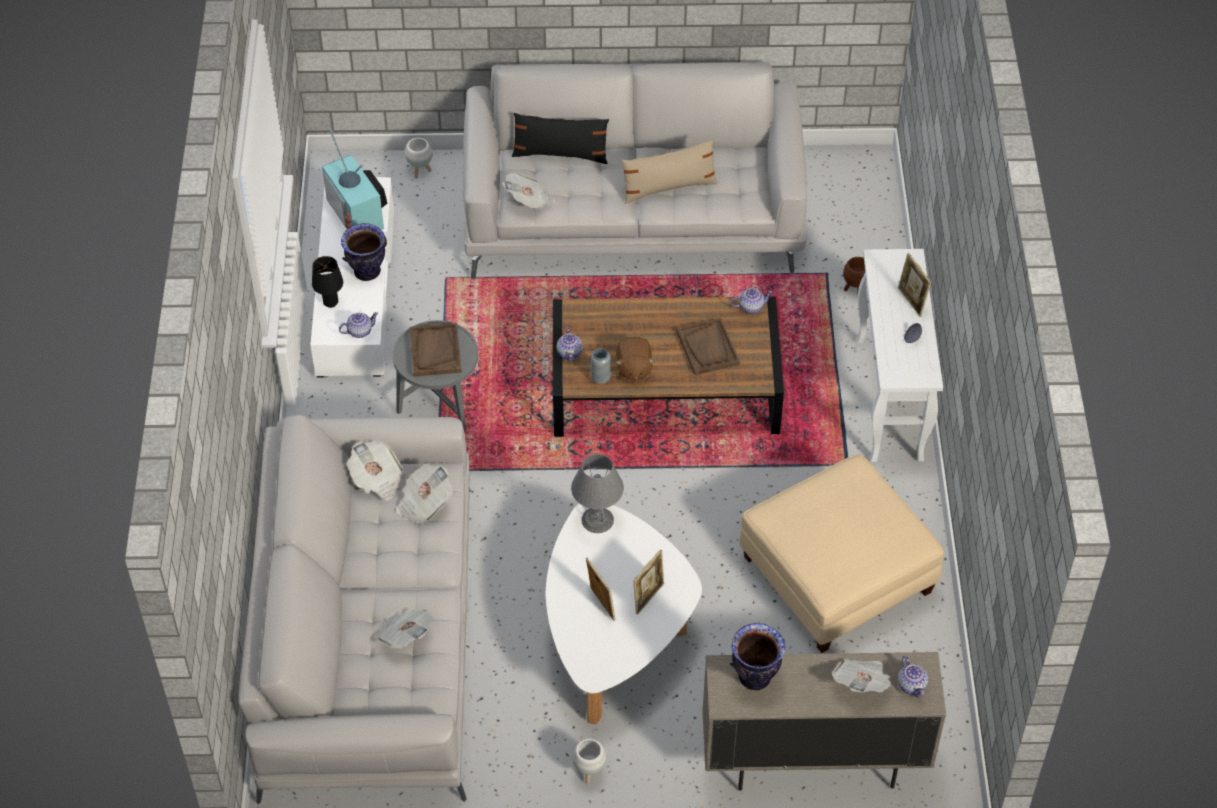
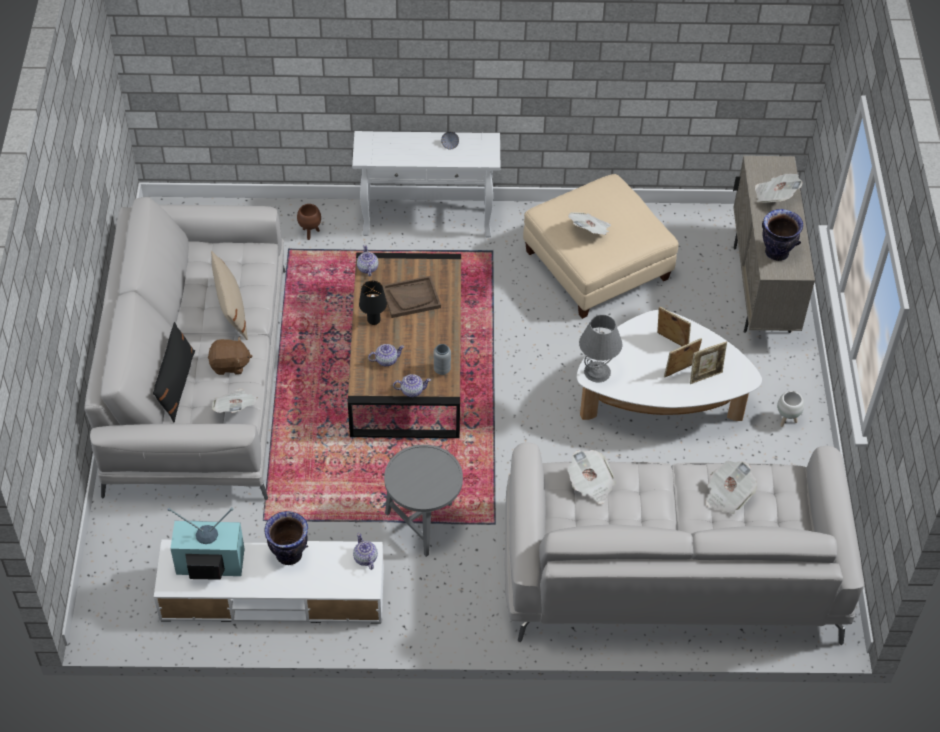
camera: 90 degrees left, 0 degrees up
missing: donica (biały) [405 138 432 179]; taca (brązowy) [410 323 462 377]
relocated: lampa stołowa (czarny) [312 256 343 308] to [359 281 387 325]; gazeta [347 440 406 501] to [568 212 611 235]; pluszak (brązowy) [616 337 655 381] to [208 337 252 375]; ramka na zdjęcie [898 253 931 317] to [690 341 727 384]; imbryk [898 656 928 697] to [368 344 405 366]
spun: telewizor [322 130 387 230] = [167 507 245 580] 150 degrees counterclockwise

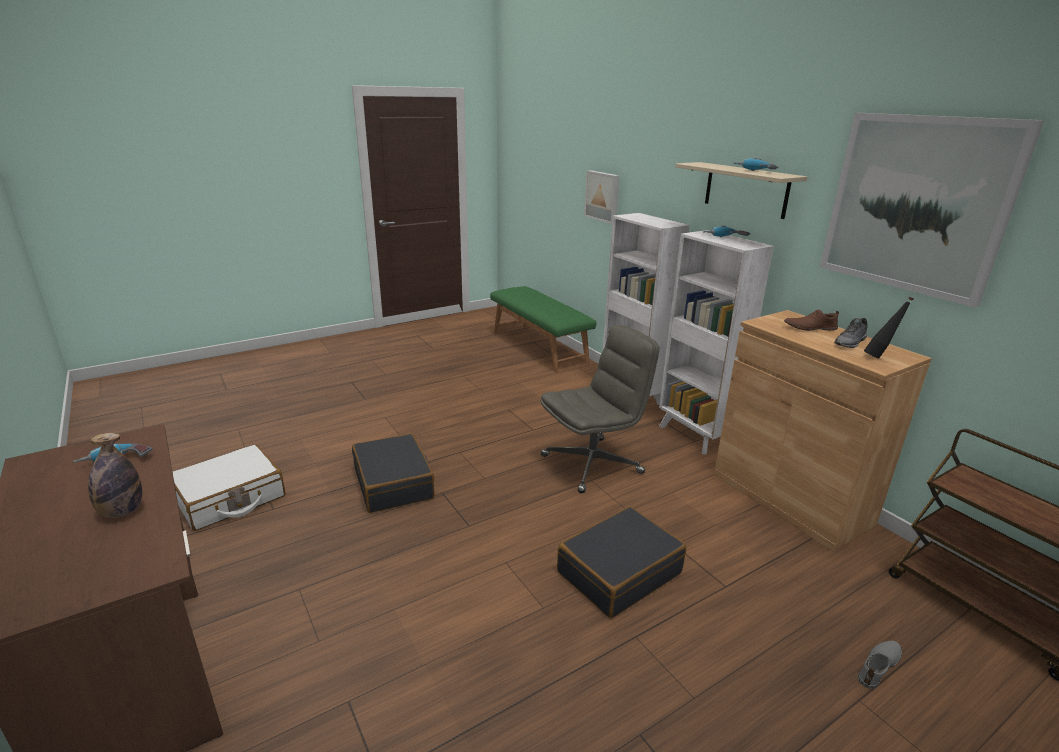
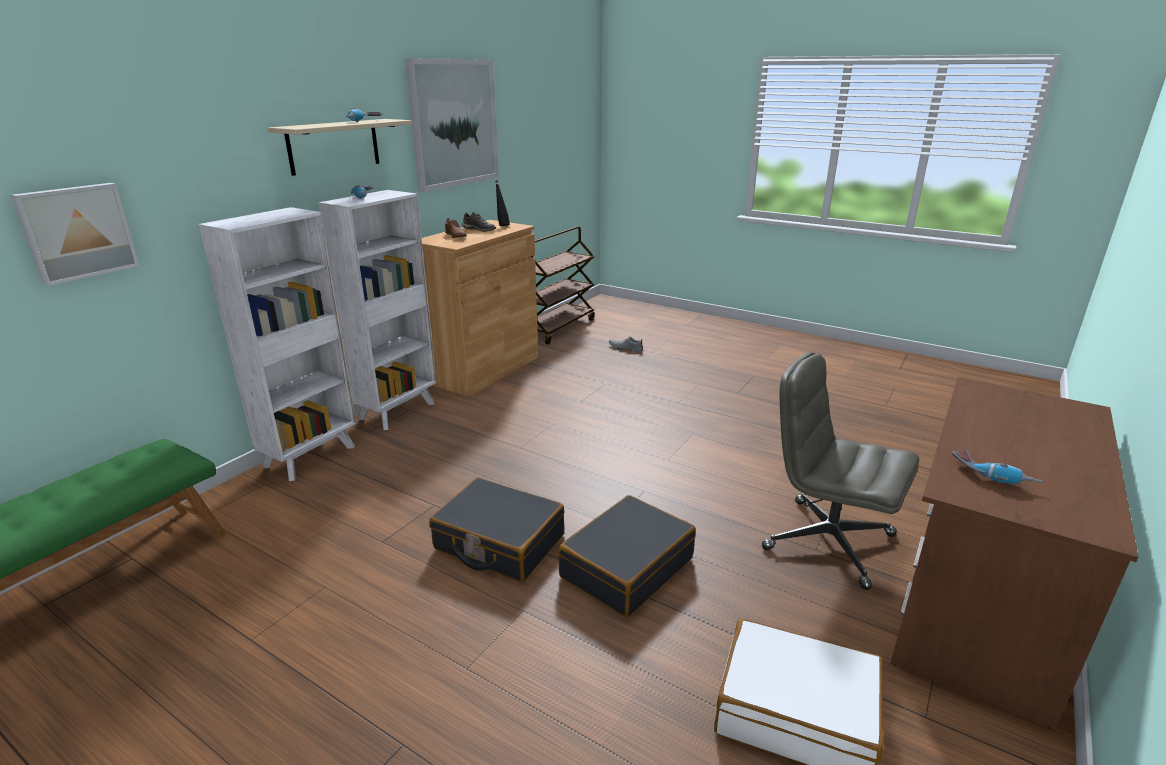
camera: 115 degrees left, 0 degrees up
missing: butelka [88 433 142 518]
relocated: krzesło biurowe (szary) [540 325 659 493] to [762 352 919 590]; walizka (czarny) [557 507 686 618] to [429 477 564 582]

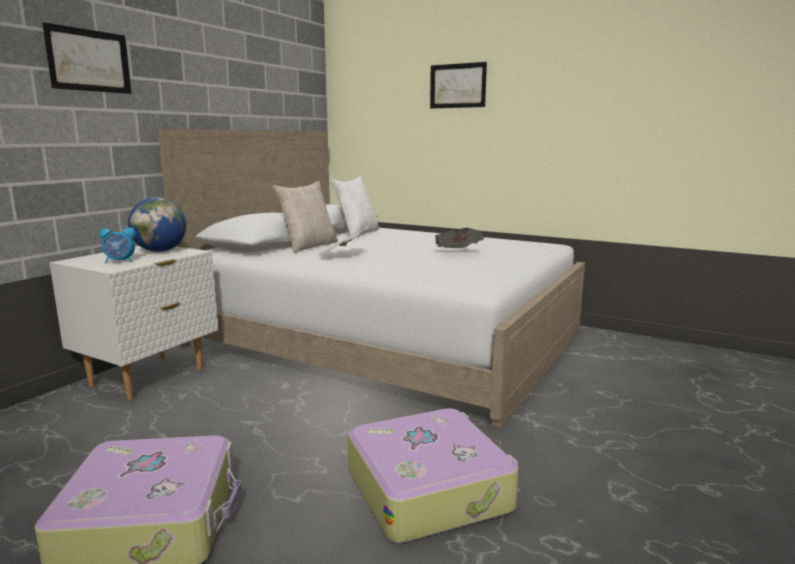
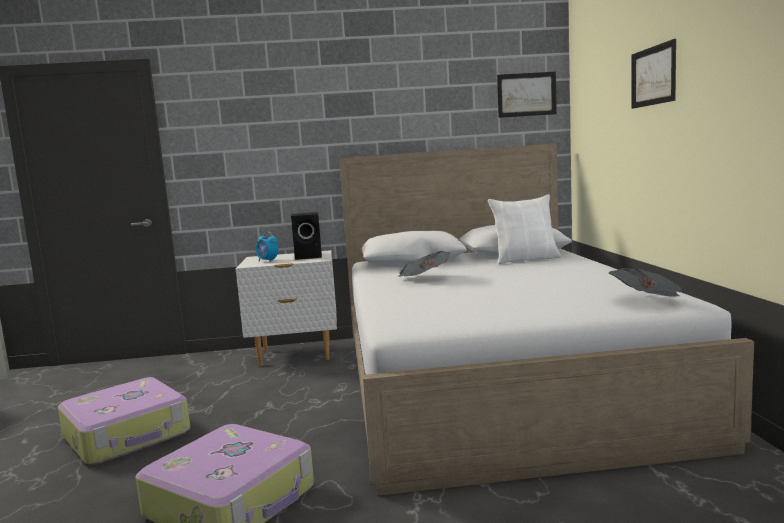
camera: 55 degrees right, 5 degrees down
missing: poduszka (beżowy) [273 181 338 253]
relocated: obraz [42 22 131 94] to [497 72 557 118]; gazeta [435 228 484 248] to [609 268 683 297]
exchanged: globus [128 197 187 252] to głośnik (czarny) [291 212 322 260]

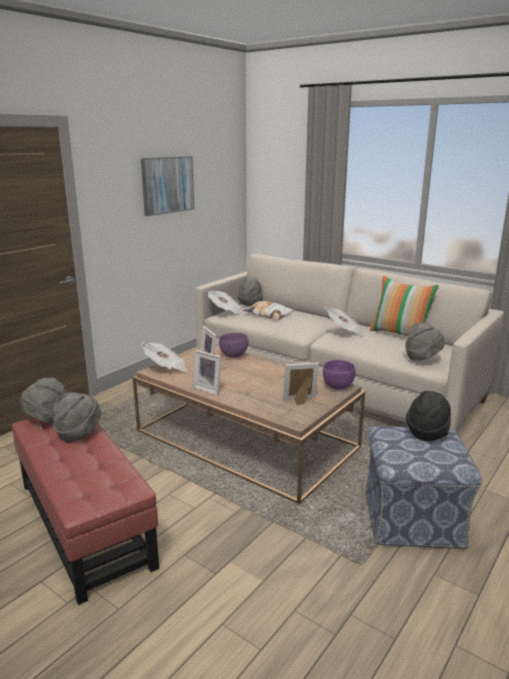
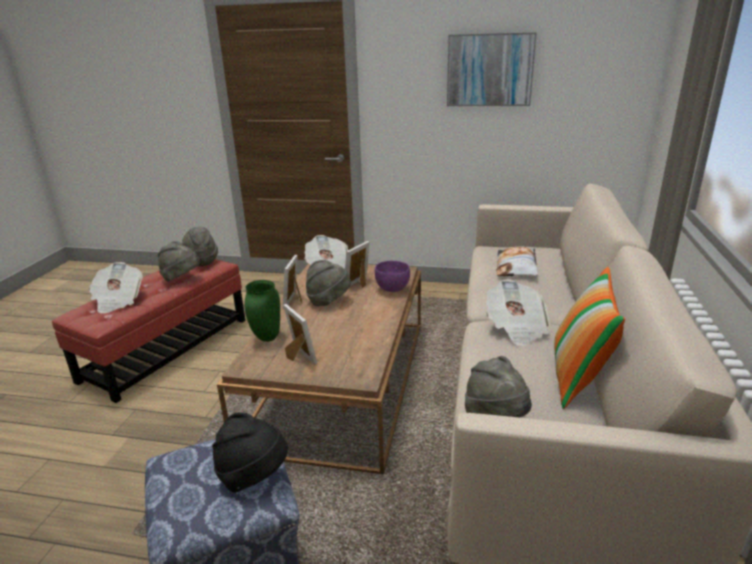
camera: 65 degrees right, 5 degrees up
missing: miska (fioletowy) [323 360 356 390]
appeared: wazon (zielony) [244 280 280 342]
relocated: gazeta [208 291 241 314] to [89 262 143 314]; kapelusz (szary) [237 277 263 306] to [306 260 351 306]

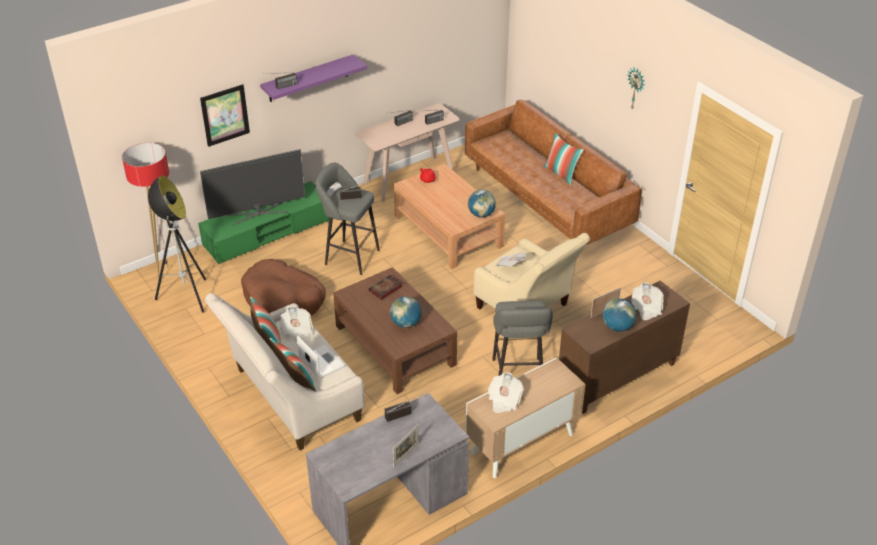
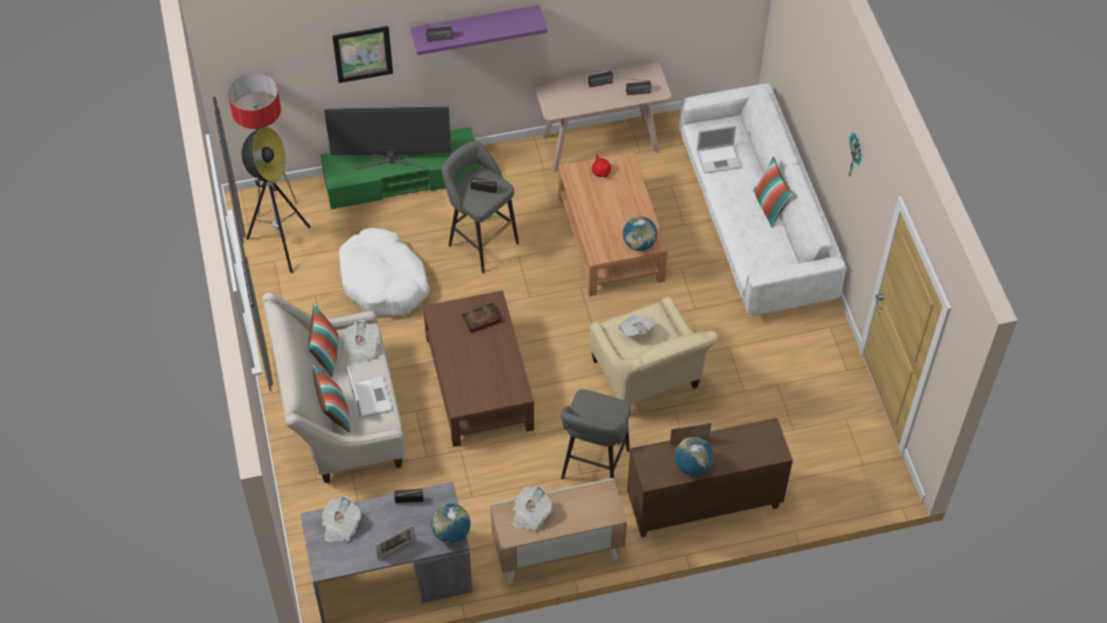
camera: 20 degrees right, 15 degrees up
appeared: laptop [697 125 741 174]
relocated: globus [390 296 422 328] to [431 504 471 543]; gazeta [631 282 664 320] to [322 496 361 542]
colour: legowisko (brązowy) [241 259 326 316] to legowisko (biały) [339 228 430 316]; kanapa (brązowy) [465 100 642 245] to kanapa (biały) [679 83 847 316]

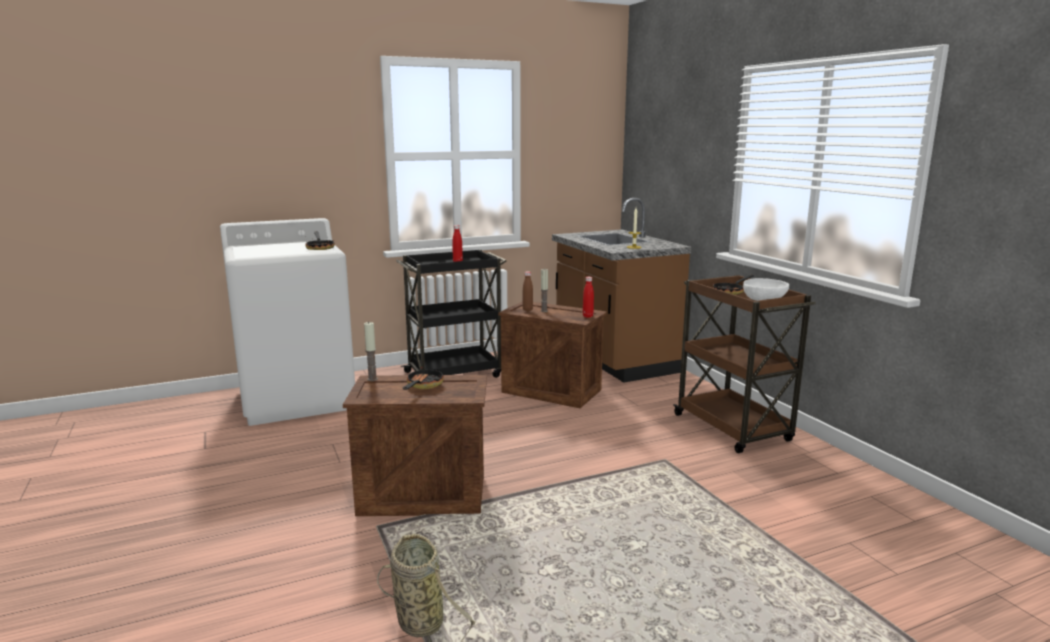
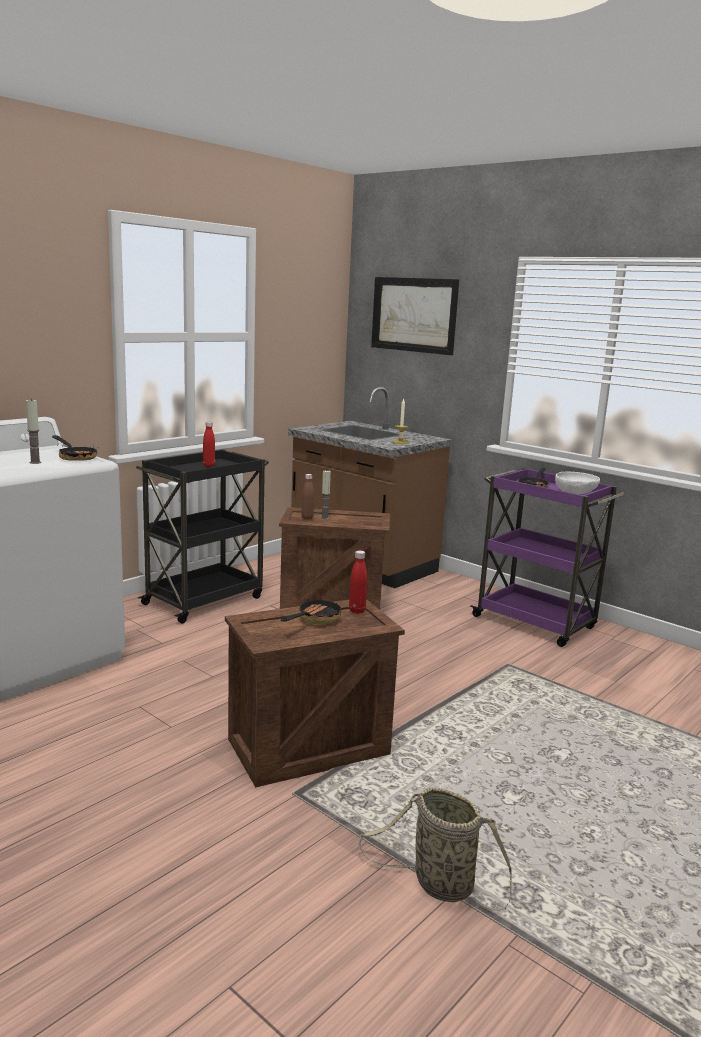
camera: 25 degrees left, 0 degrees up
appeared: obraz [371 277 459 355]
relocated: świeca [364 322 378 381] to [26 399 41 464]; butelka (czerwony) [583 277 594 318] to [349 551 367 614]
colour: wózek (brązowy) [673 275 816 453] to wózek (fioletowy) [470 468 624 647]
spun: patelnia [403 367 444 390] = [281 596 342 624] 45 degrees clockwise

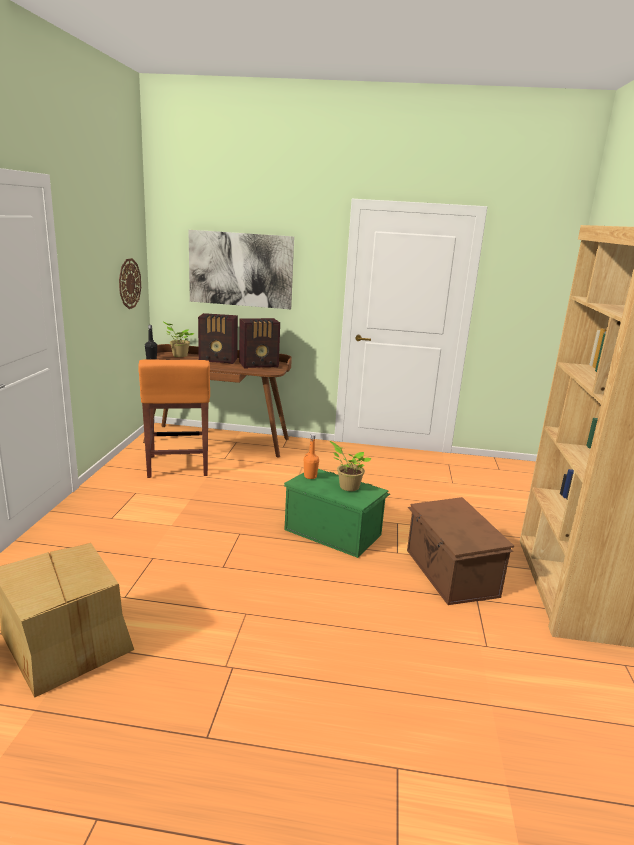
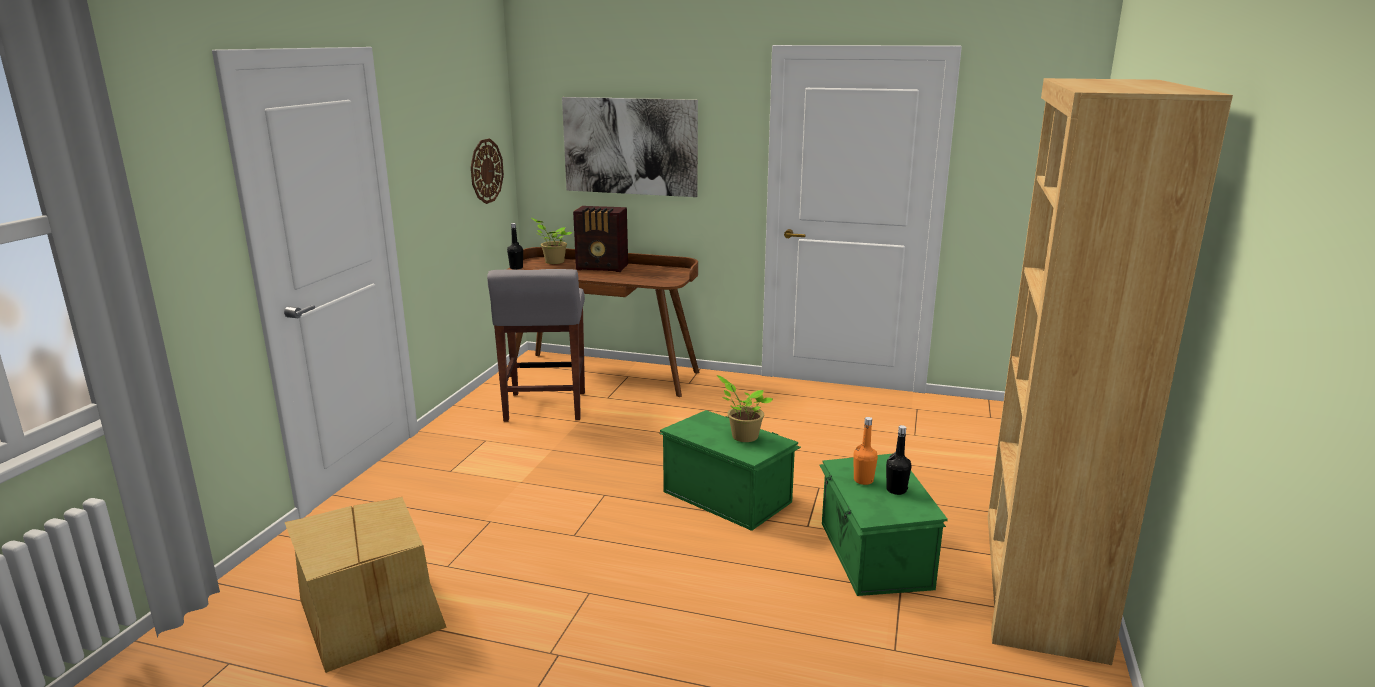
camera: 10 degrees right, 0 degrees up
missing: radio [239 318 280 369]
appeared: butelka (czarny) [886 425 912 495]
relocated: butelka (pomarańczowy) [304 434 319 479] to [853 417 878 485]
colour: stołek (pomarańczowy) [138 359 210 478] to stołek (szary) [487 269 585 422]; pojemnik do przechowywania (brązowy) [407 497 514 605] to pojemnik do przechowywania (zielony) [819 454 948 596]

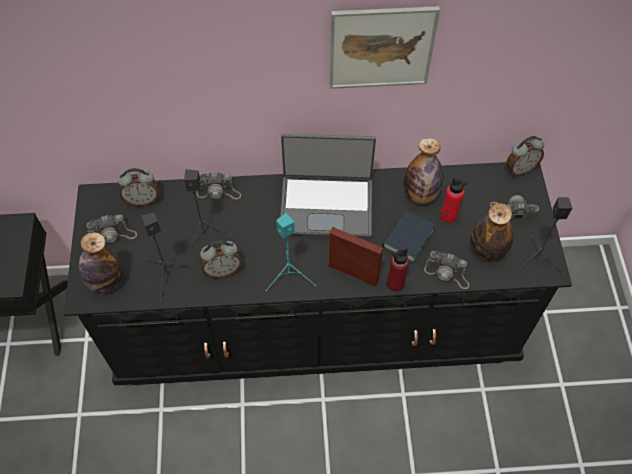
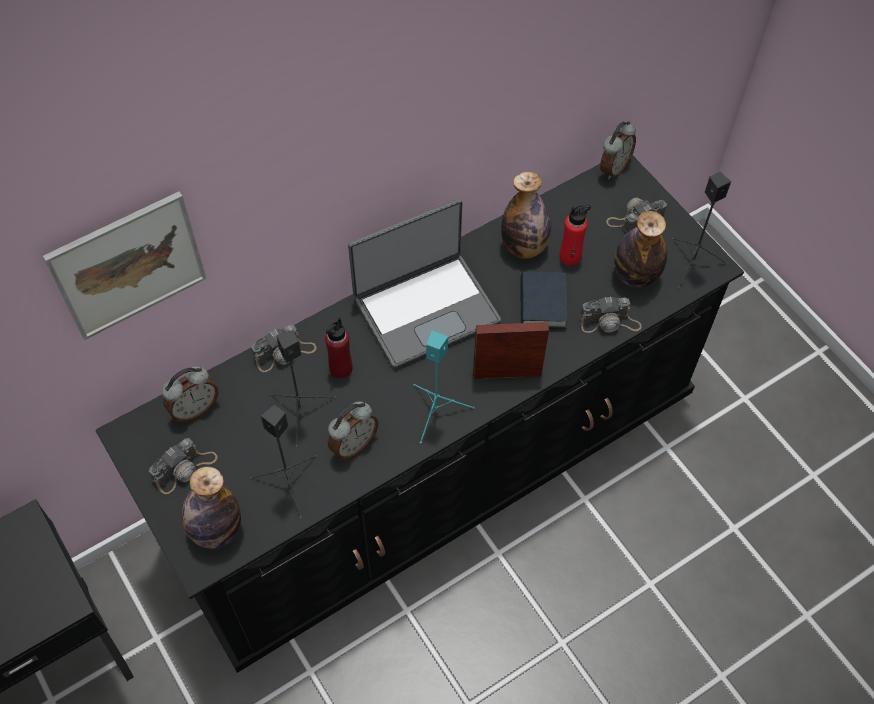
camera: 30 degrees left, 0 degrees up
relocated: obraz [330 6 440 89] to [43 191 207 340]; butelka (czerwony) [387 248 409 291] to [325 318 353 378]

